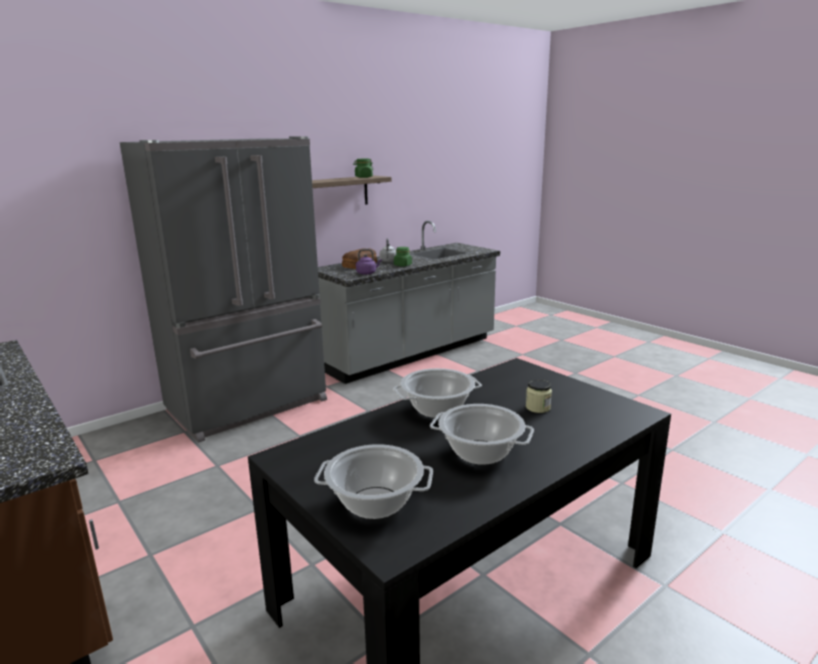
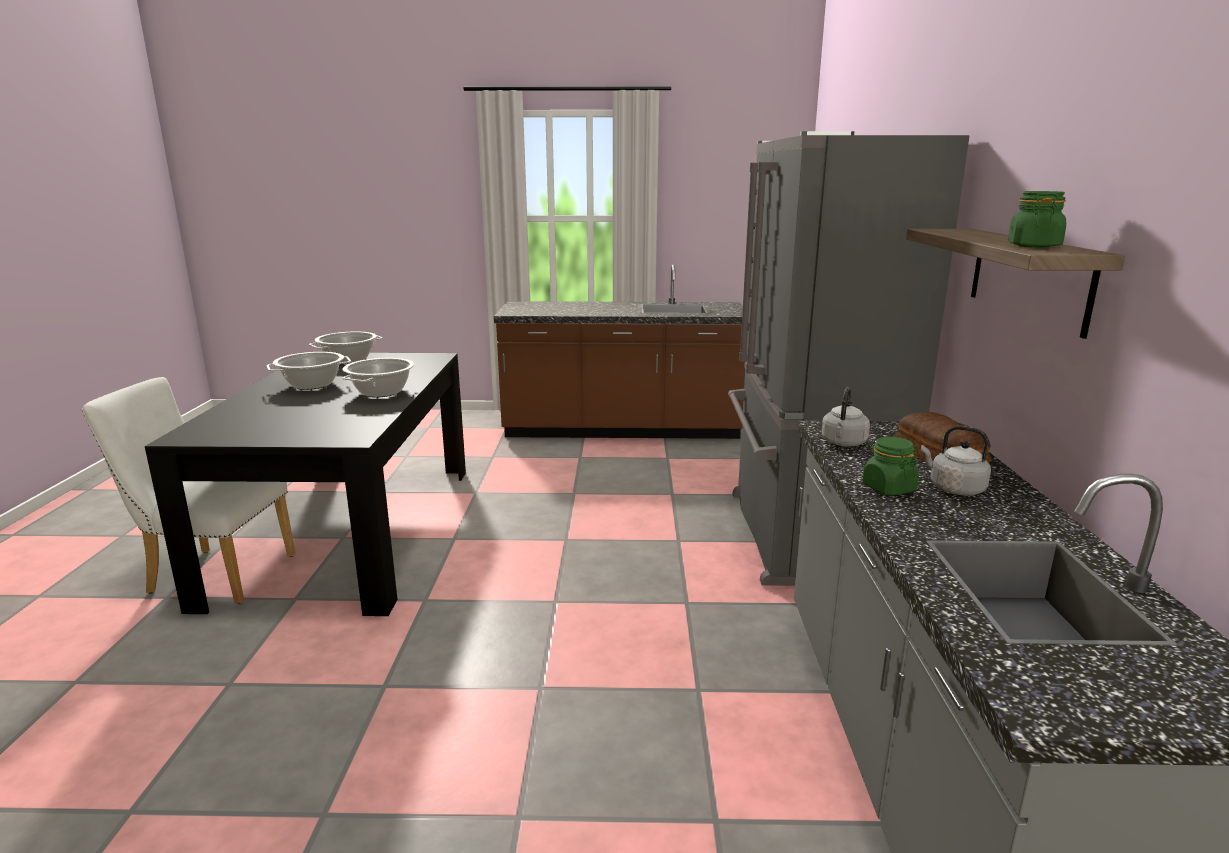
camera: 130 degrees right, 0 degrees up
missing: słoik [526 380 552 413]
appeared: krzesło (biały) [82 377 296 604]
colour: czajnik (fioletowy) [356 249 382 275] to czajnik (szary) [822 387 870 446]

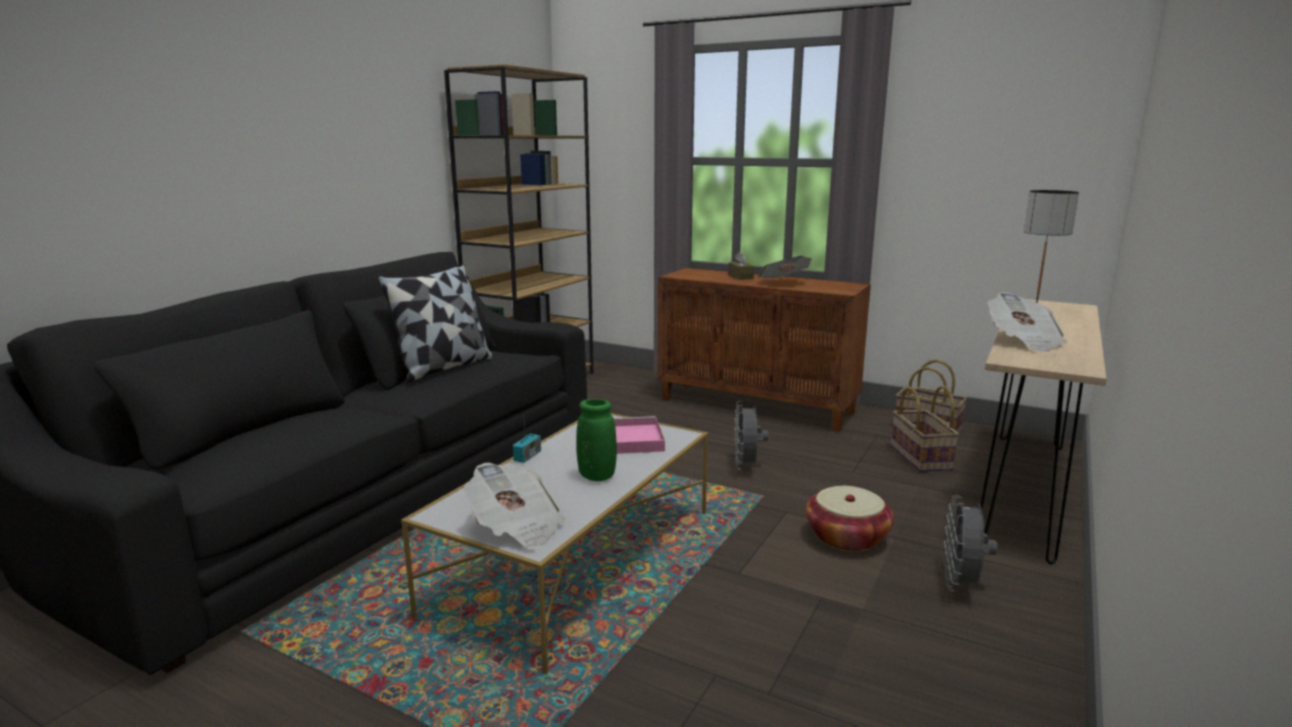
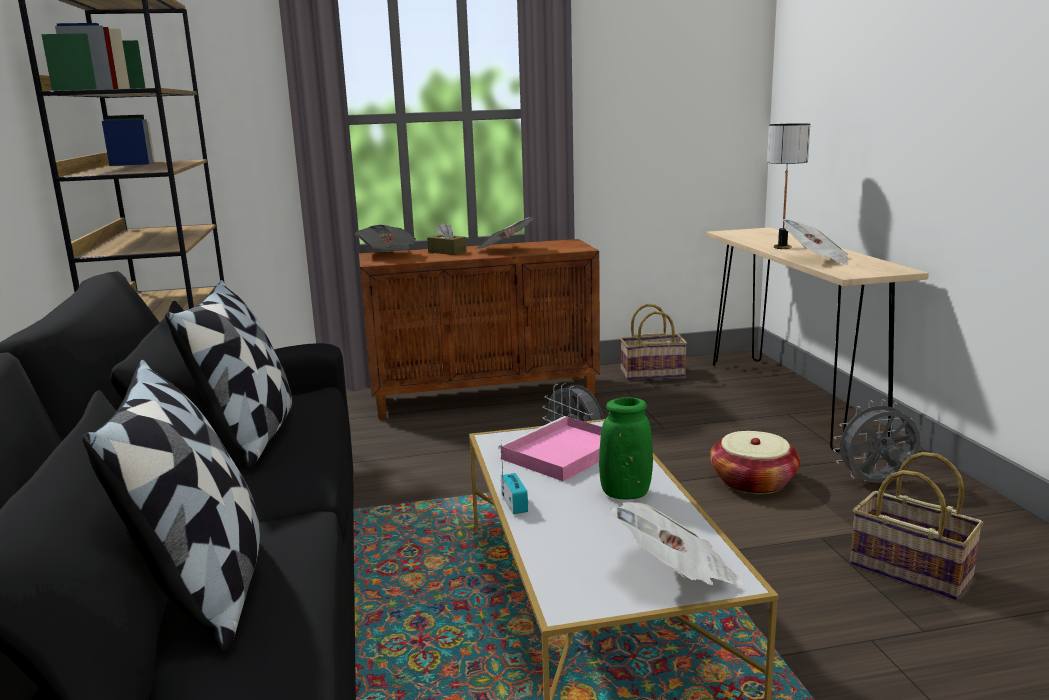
camera: 40 degrees left, 0 degrees up
appeared: poduszka [82 359 260 653]; gazeta [354 225 416 250]
relocated: koszyk [891 385 959 472] to [850 452 984 600]
spun: wentylator (szary) [944 495 998 591] = [833 399 920 483] 105 degrees clockwise

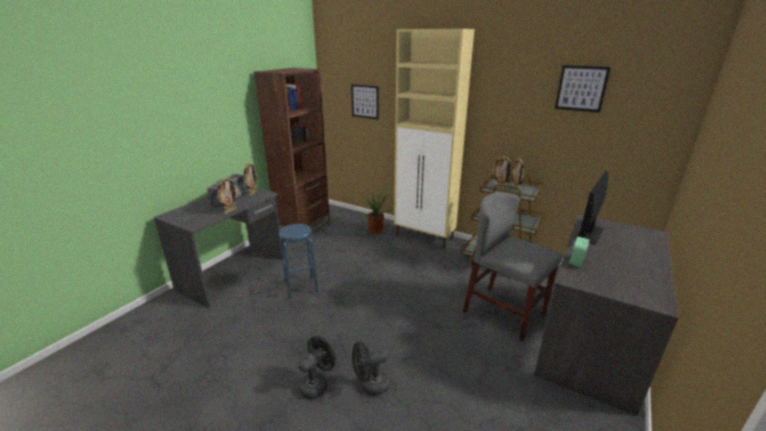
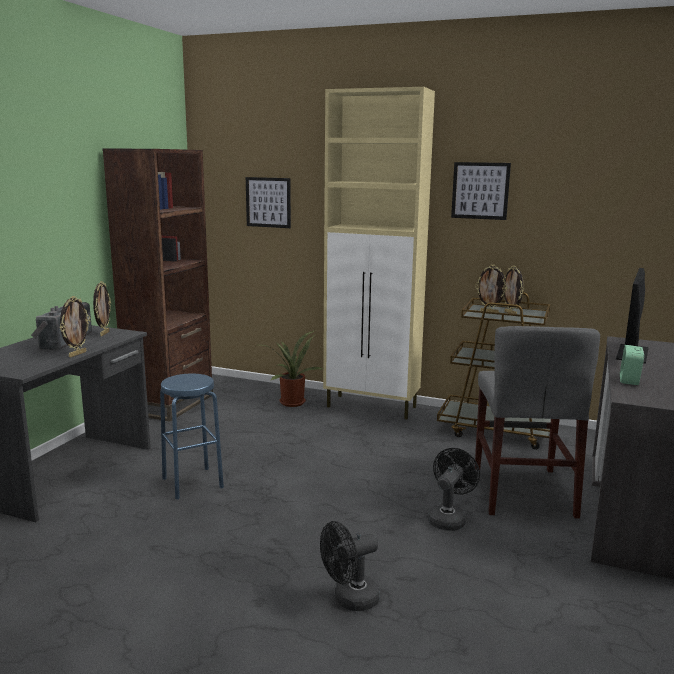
camera: 10 degrees left, 10 degrees down
relocated: wentylator (czarny) [298 336 336 399] to [428 448 480 531]; obraz [555 65 611 113] to [451 162 511 220]
spun: krzesło (szary) [463 192 562 342] = [475 326 600 519] 120 degrees counterclockwise

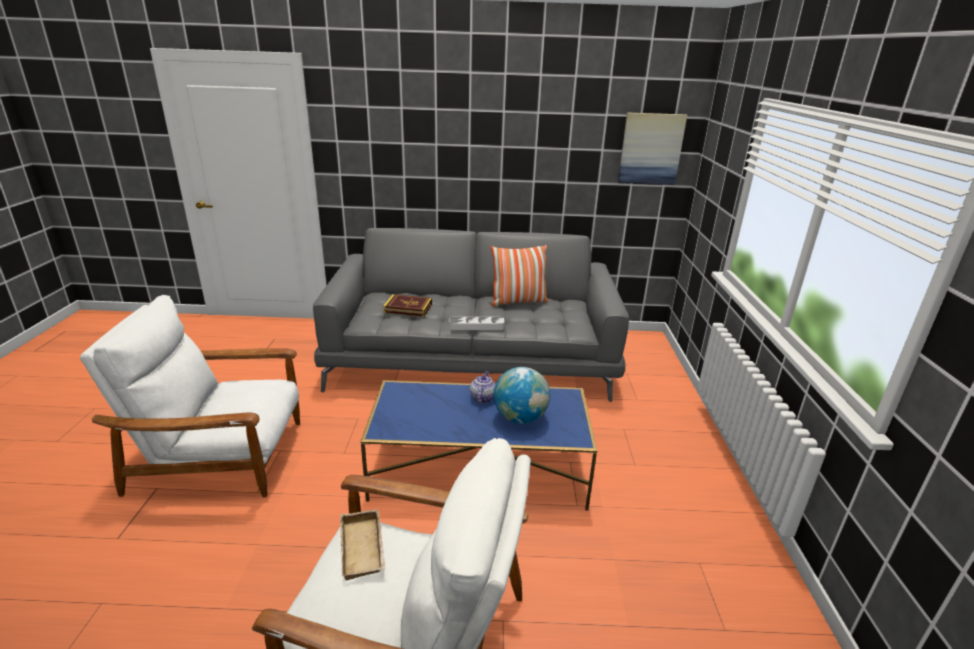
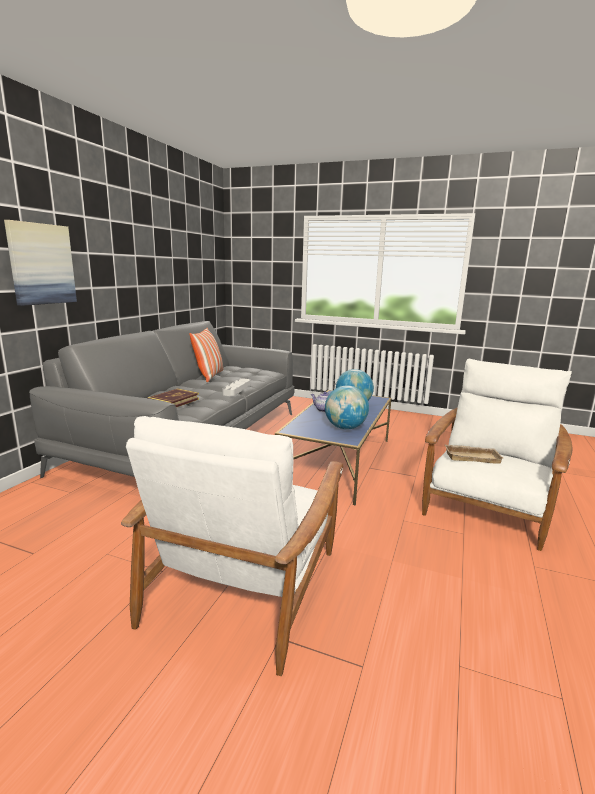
camera: 70 degrees left, 10 degrees down
appeared: globus [325 385 369 429]
relocated: obraz [618 113 687 185] to [4 220 77 306]

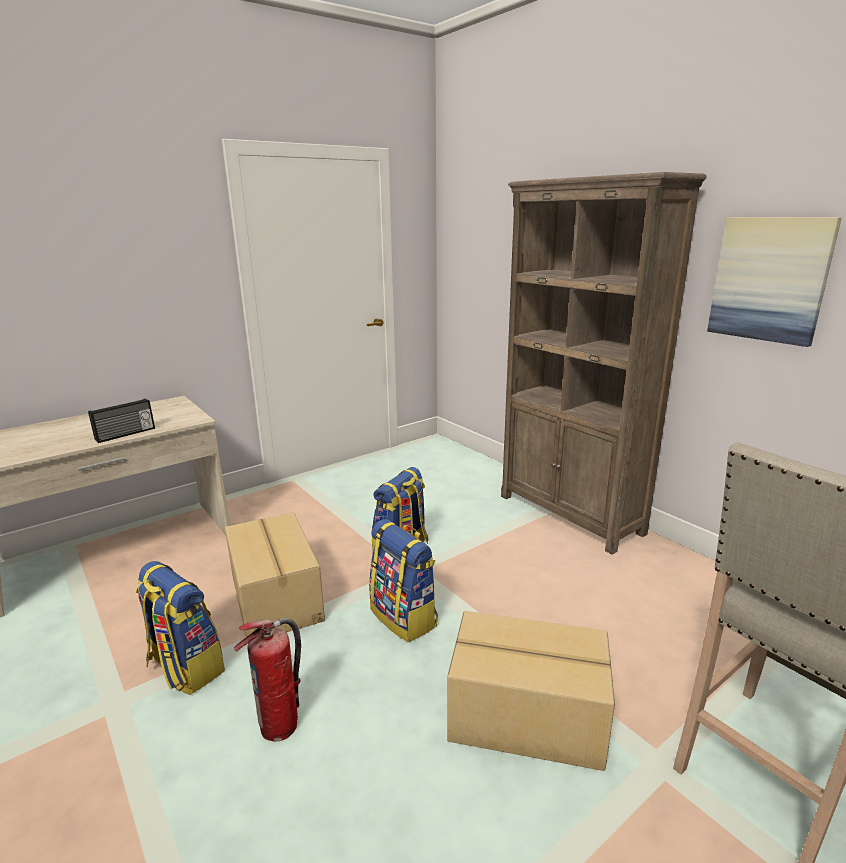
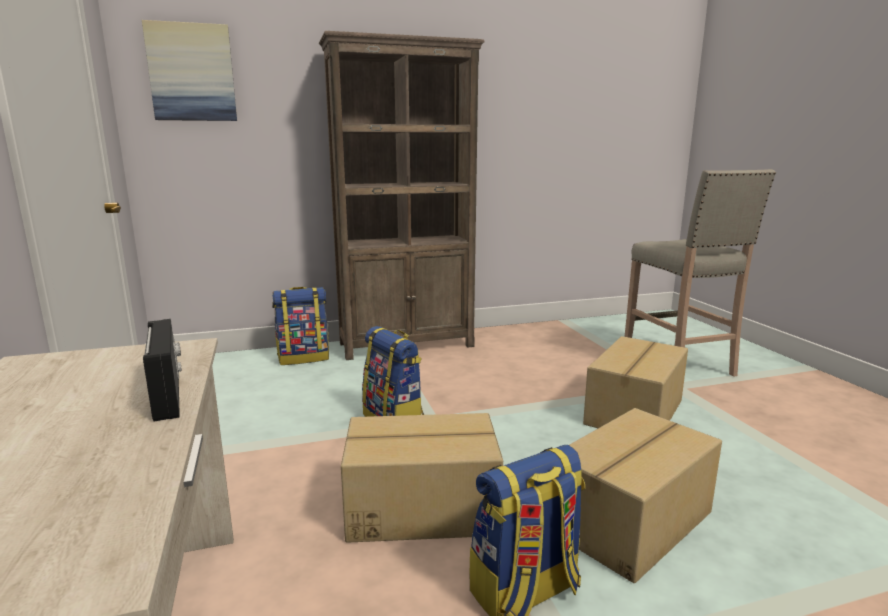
camera: 70 degrees left, 5 degrees down
relocated: plecak [369 519 438 643] to [272 287 329 365]; obraz [707 217 842 347] to [142 20 237 121]
exchanged: gaśnica [234 618 301 741] to karton [569 408 722 583]

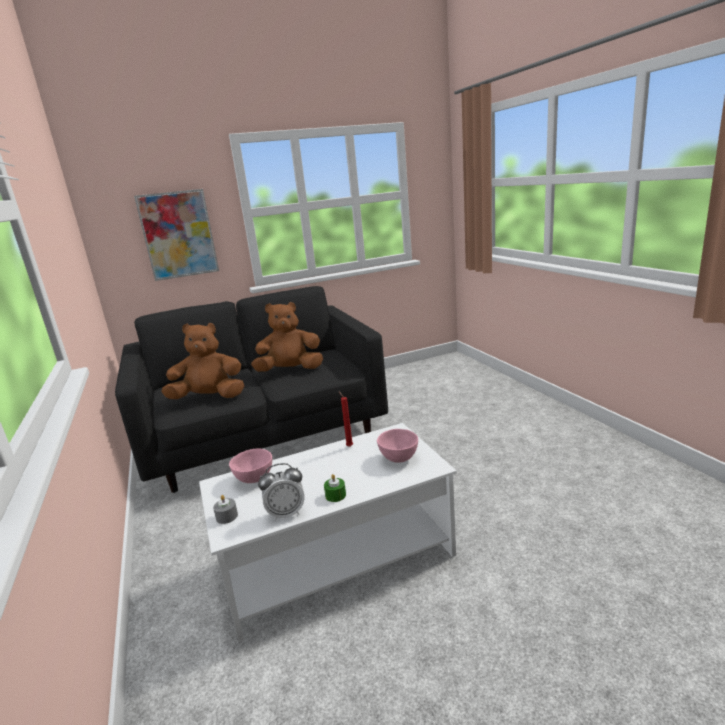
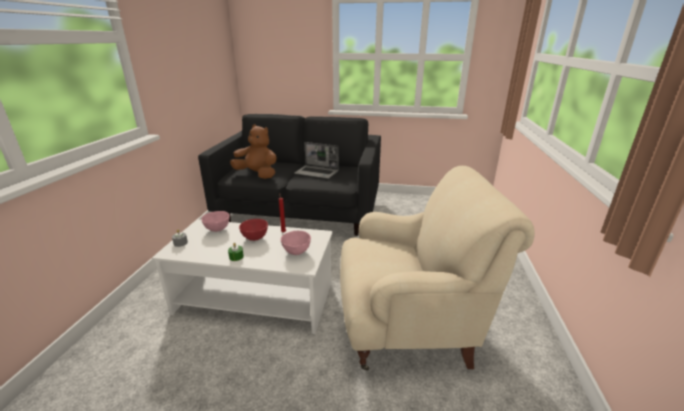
camera: 30 degrees right, 5 degrees up
missing: obraz [134 189 219 281]; budzik [258 463 304 521]
appeared: miska (czerwony) [239 219 268 241]; fotel (beżowy) [340 166 535 370]
exchanged: pluszak (brązowy) [251 302 323 372] to laptop [294 142 339 179]

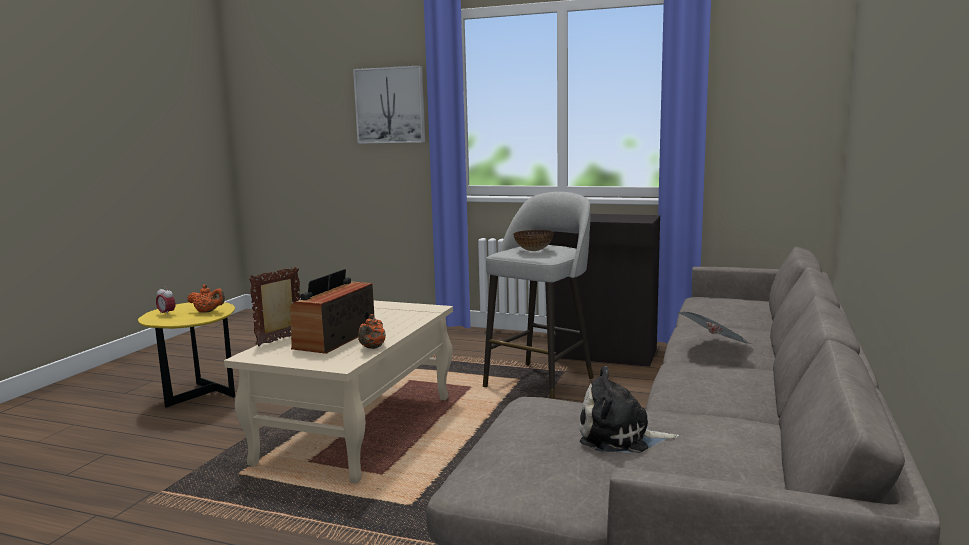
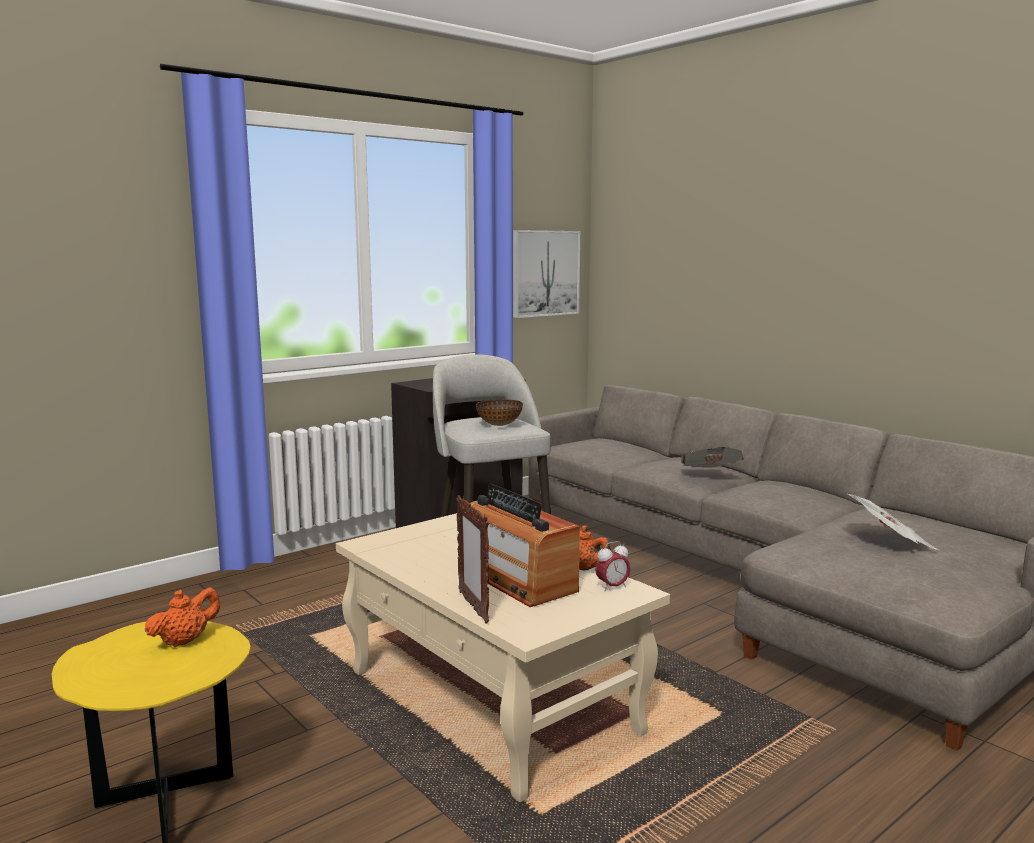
camera: 60 degrees left, 0 degrees up
relocated: budzik [156 286 175 316] to [595 541 631 591]; obraz [353 65 425 144] to [513 230 580 318]
exchanged: pluszak [579 366 679 453] to gazeta [848 494 938 550]

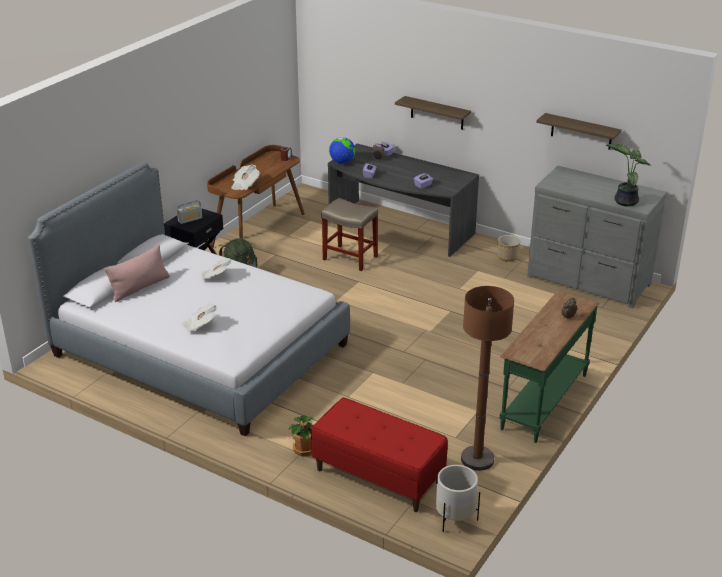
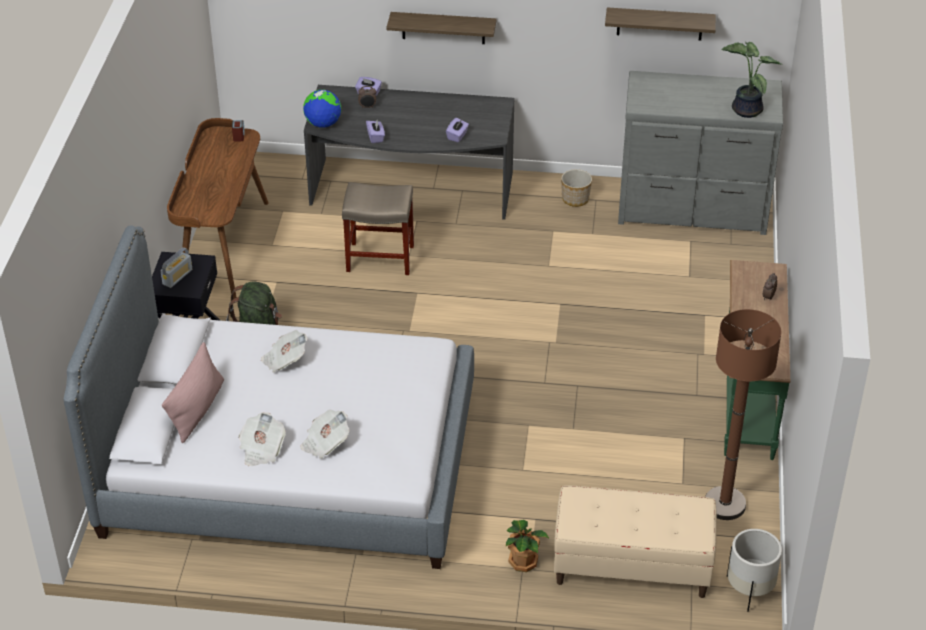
camera: 25 degrees left, 10 degrees up
relocated: gazeta [231 165 260 190] to [238 412 286 466]
colour: ławka (czerwony) [311 398 448 512] to ławka (beżowy) [554 485 717 598]

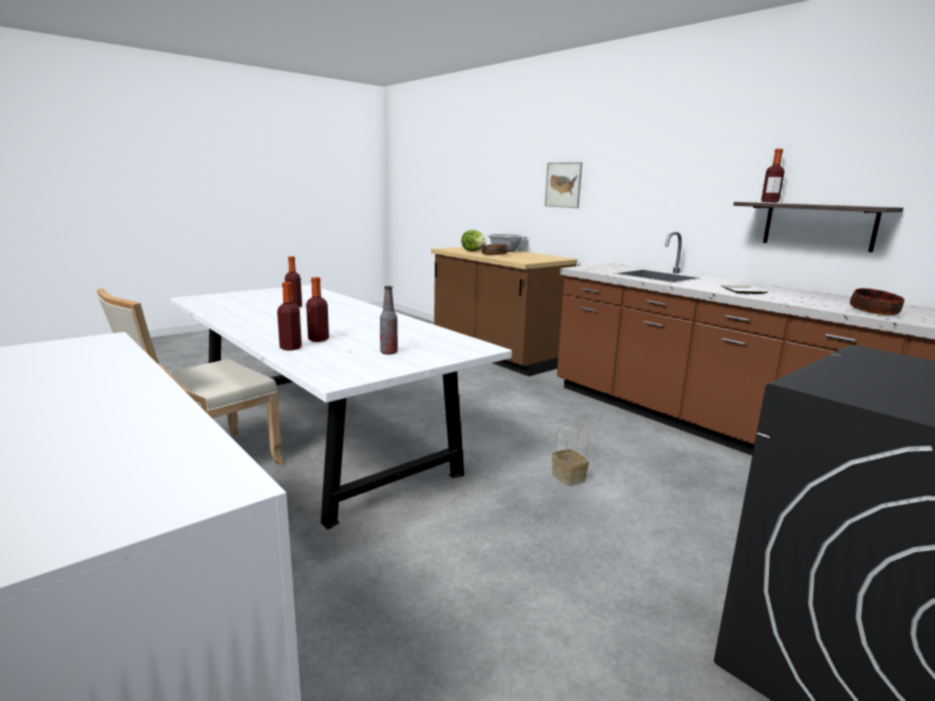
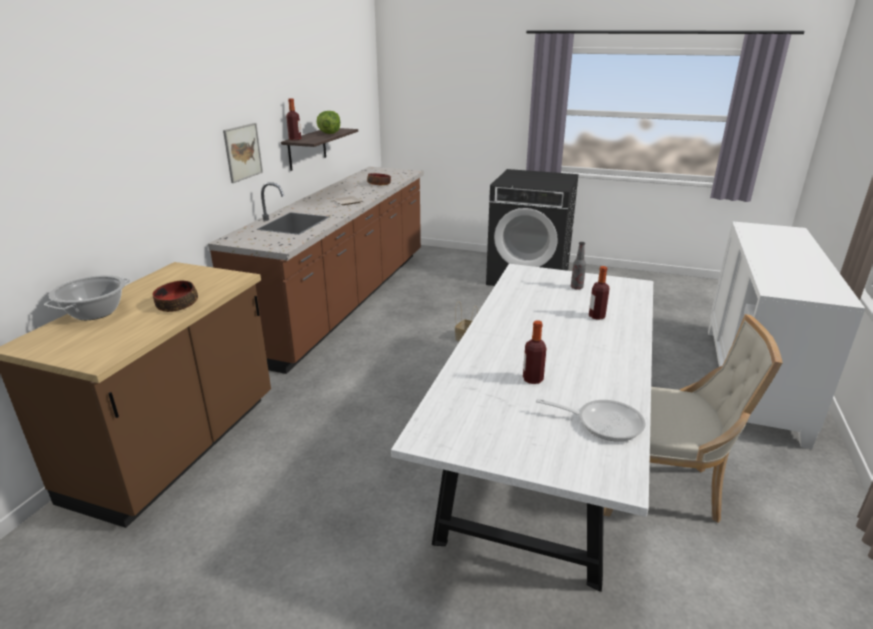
camera: 120 degrees left, 10 degrees up
missing: butelka [277 282 302 350]
appeared: patelnia [536 399 646 442]
relocated: sałata [461 230 486 251] to [317 111 340 134]; obraz [545 162 582 208] to [223 123 263 183]

